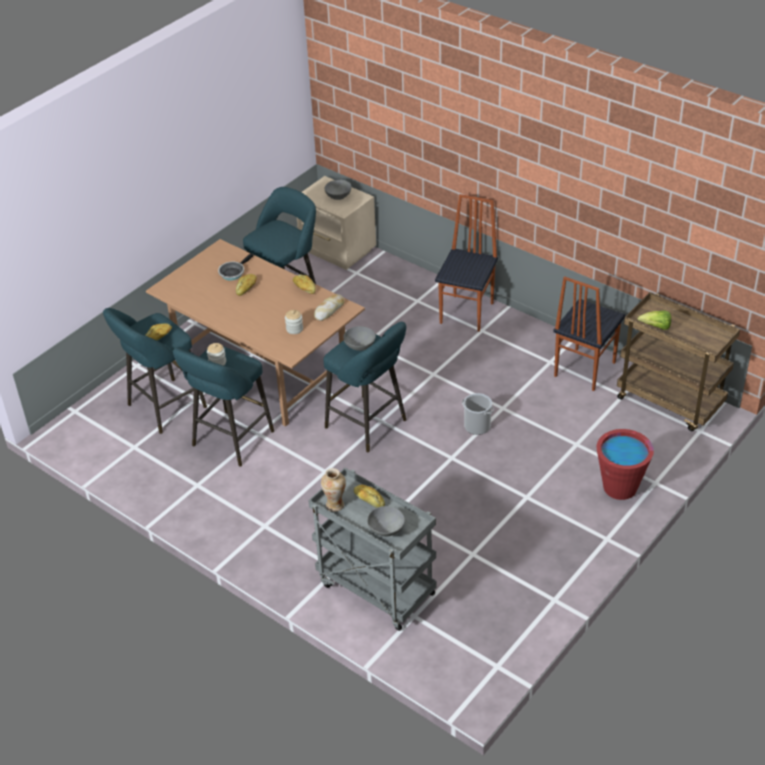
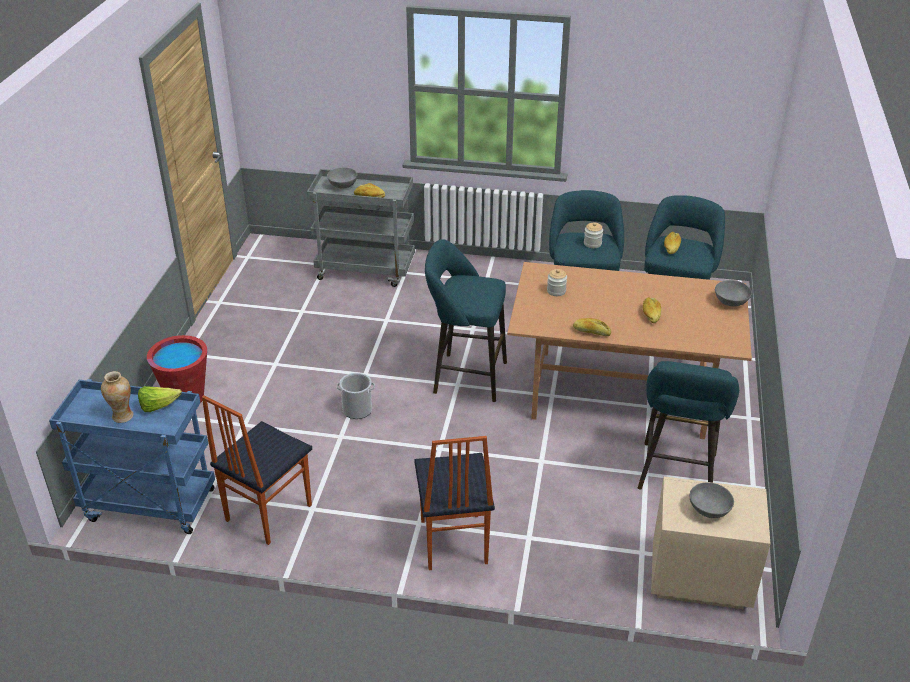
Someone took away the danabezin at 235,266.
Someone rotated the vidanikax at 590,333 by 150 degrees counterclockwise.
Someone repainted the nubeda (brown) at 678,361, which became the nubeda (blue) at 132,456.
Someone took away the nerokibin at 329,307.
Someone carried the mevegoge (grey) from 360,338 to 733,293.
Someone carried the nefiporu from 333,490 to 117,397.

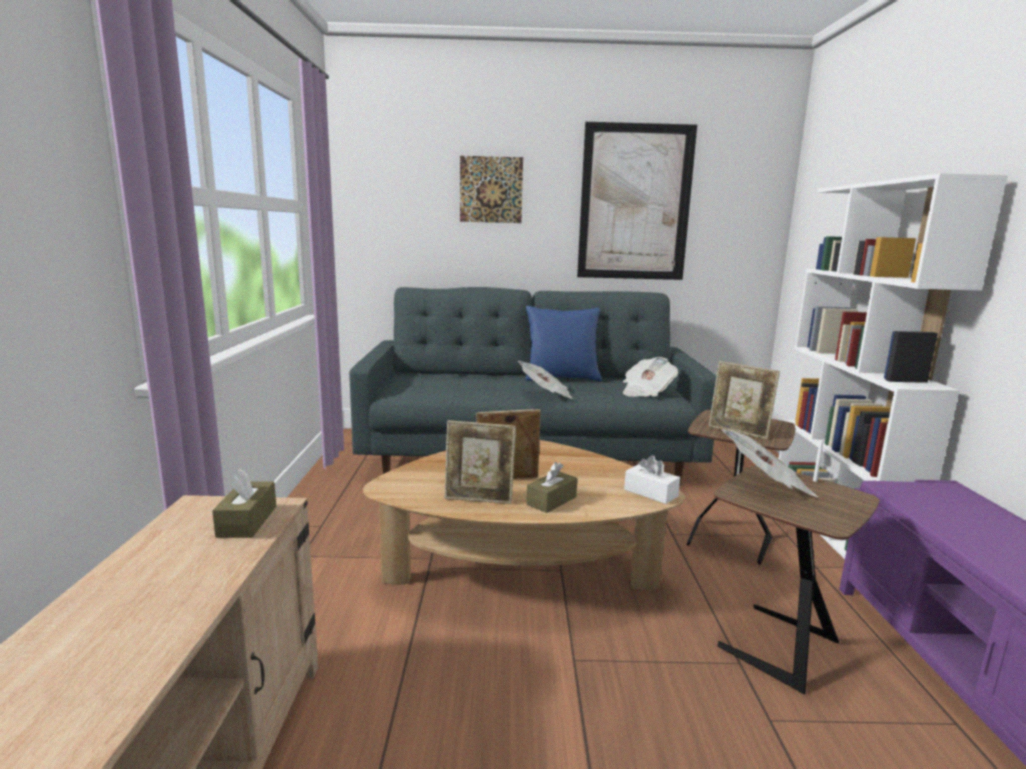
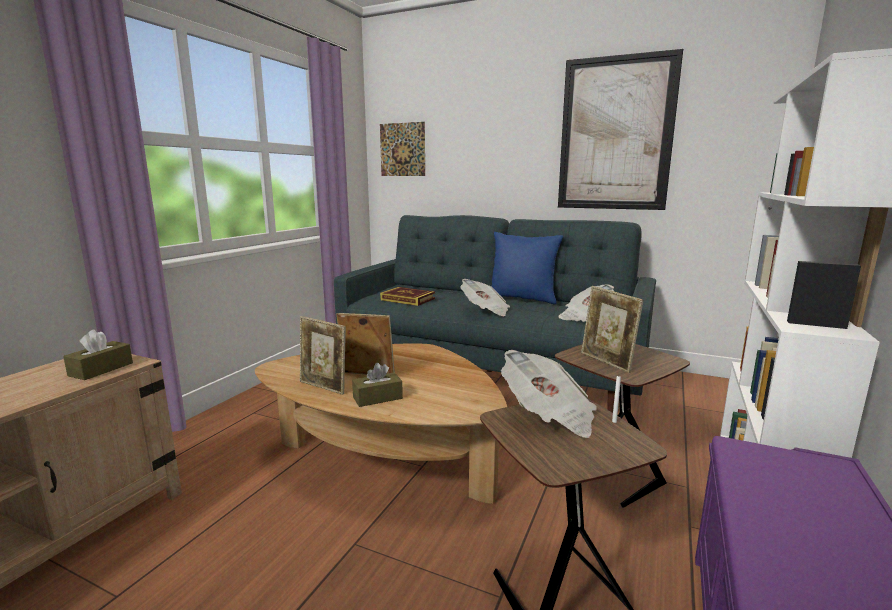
Someone carried the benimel from 491,189 to 402,149.
Someone took away the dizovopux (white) at 652,479.
Someone put down the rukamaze at 407,296.

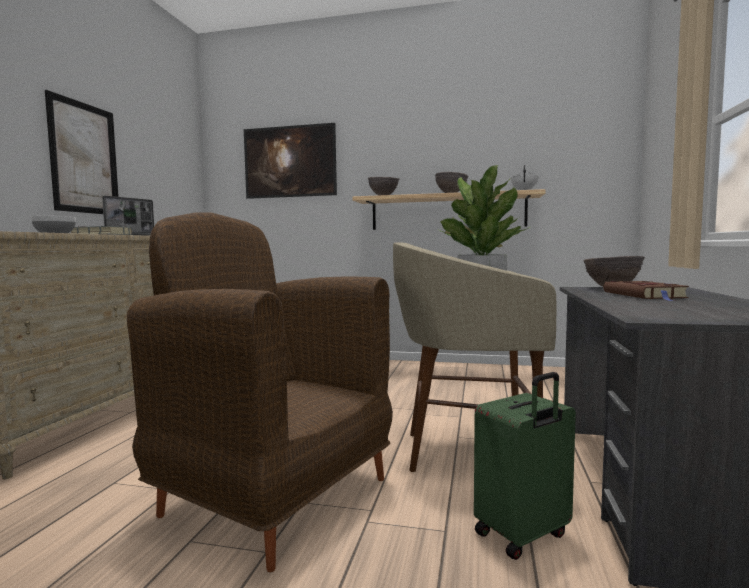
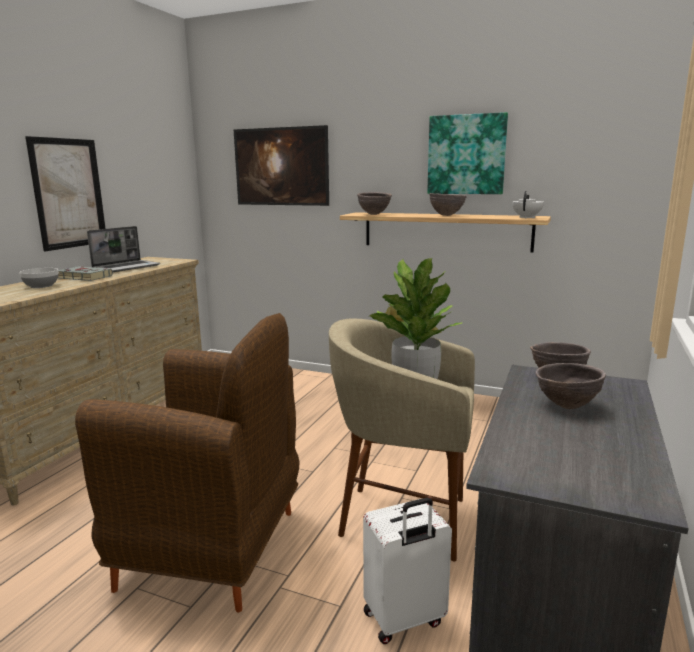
Someone rotated the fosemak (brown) at 260,392 by 150 degrees clockwise.
Someone swapped the rukamaze (brown) at 646,291 for the mevegoge (brown) at 571,386.
Someone repainted the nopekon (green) at 525,466, which became the nopekon (white) at 407,571.
Someone put up the benimel at 467,153.

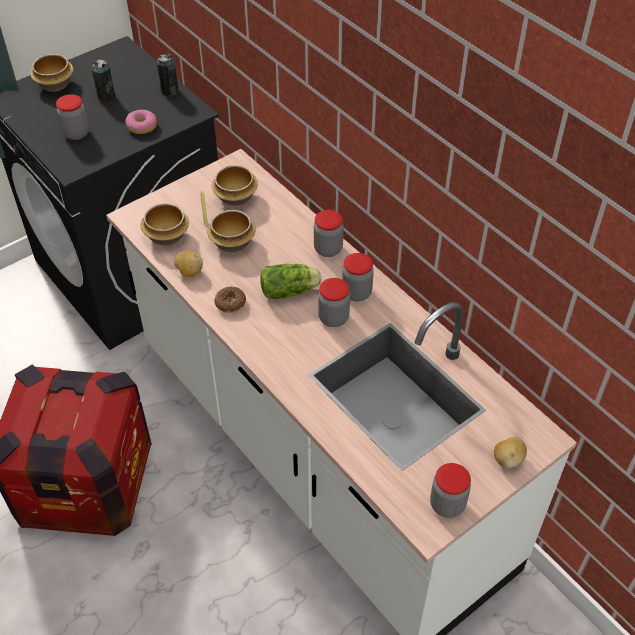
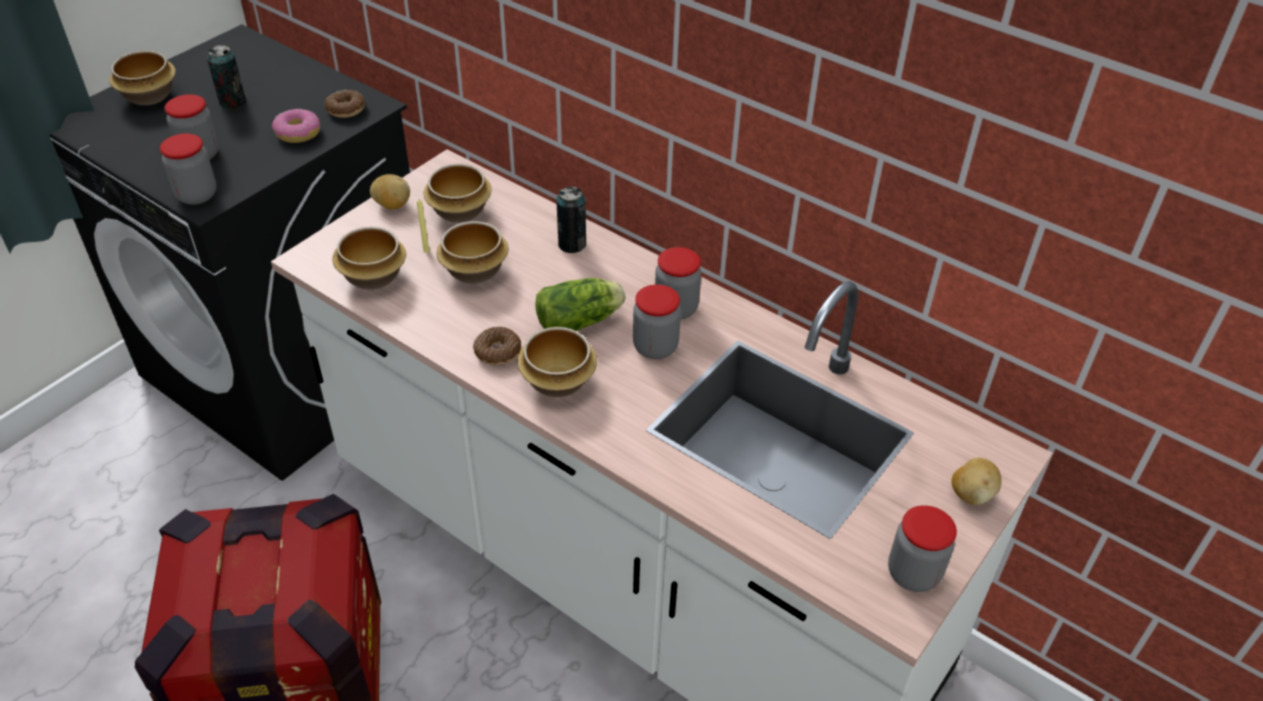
Someone carried the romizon from 167,74 to 571,220.
Someone carried the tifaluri from 329,233 to 188,169.
Someone carried the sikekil from 188,263 to 390,192.
Someone put down the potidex at 345,104.
Someone put down the mevegoge at 557,362.

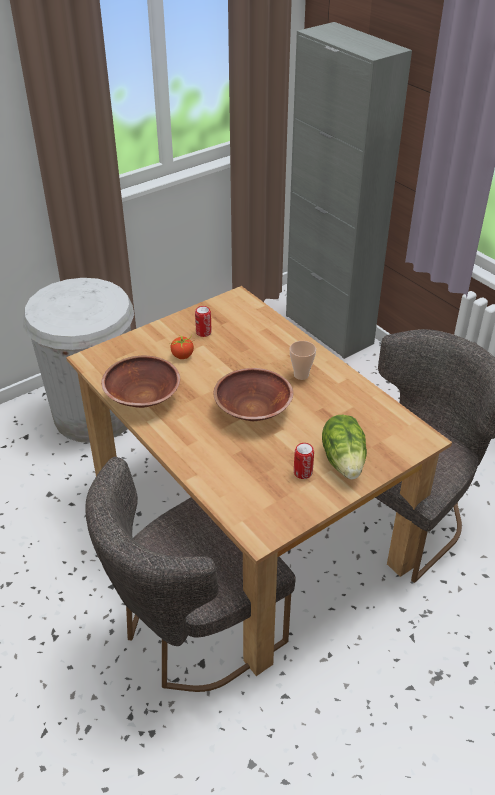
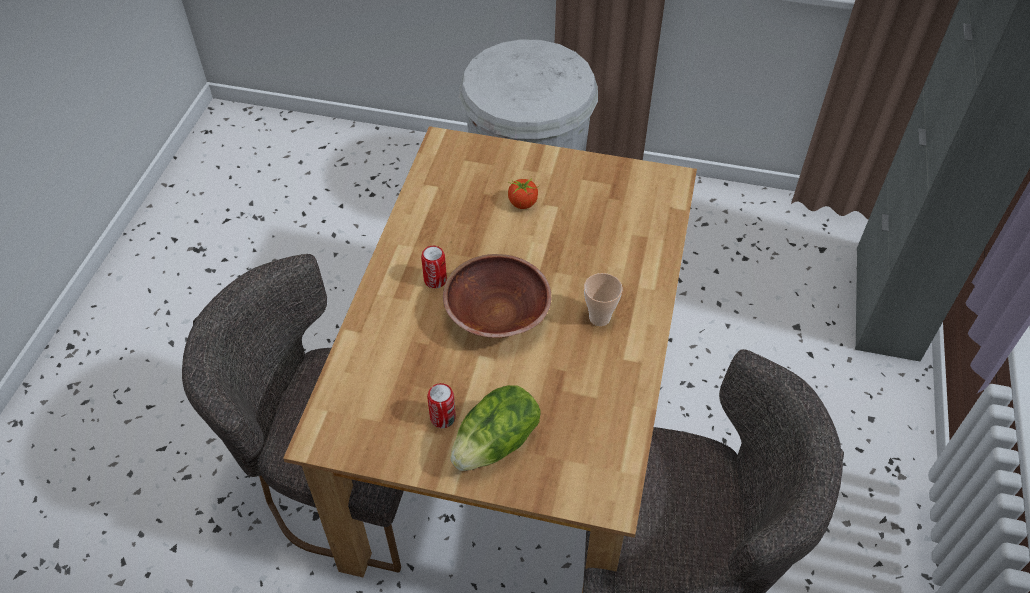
Someone carried the romizon from 203,321 to 434,267.
Someone took away the mevegoge (brown) at 140,382.

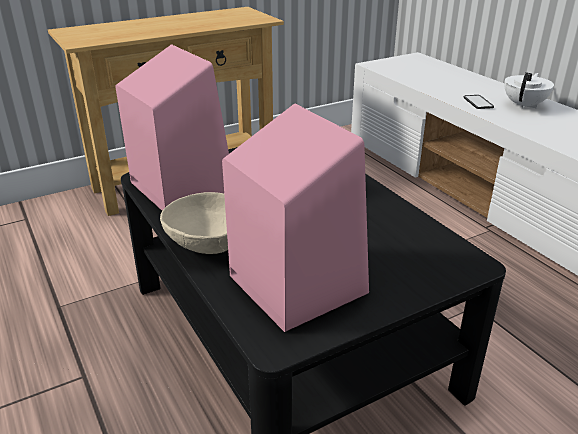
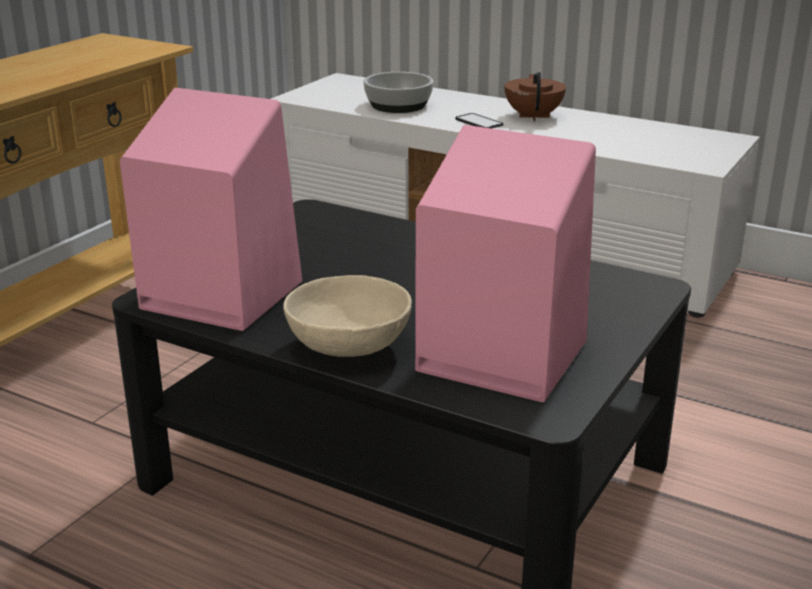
Someone repainted the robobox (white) at 529,90, which became the robobox (brown) at 535,96.
Someone put down the mevegoge at 398,92.

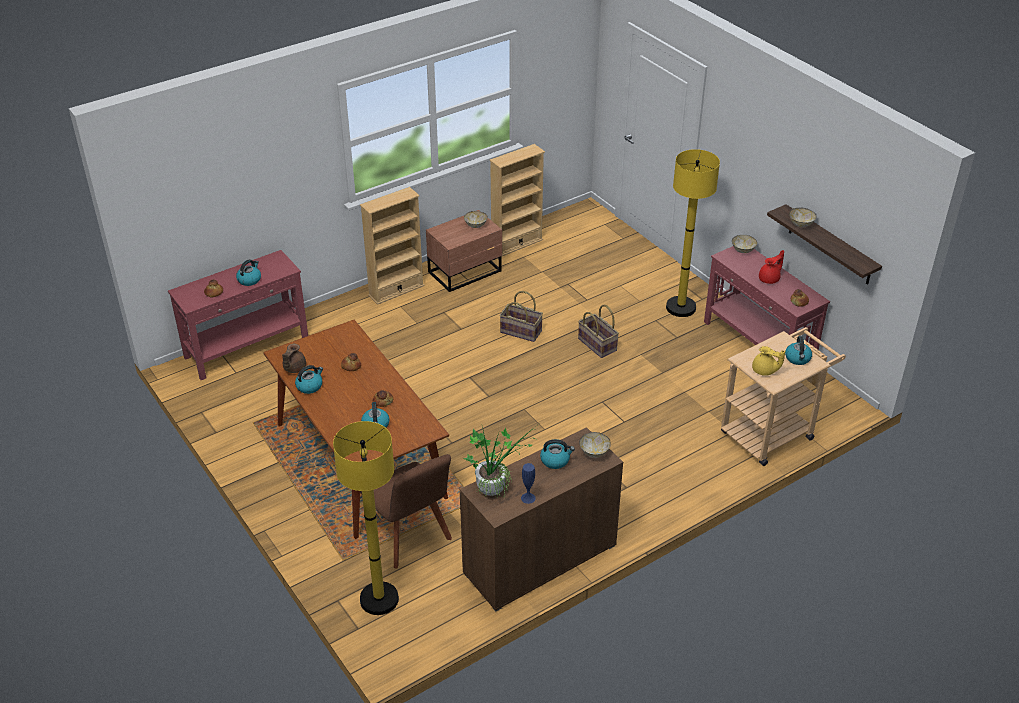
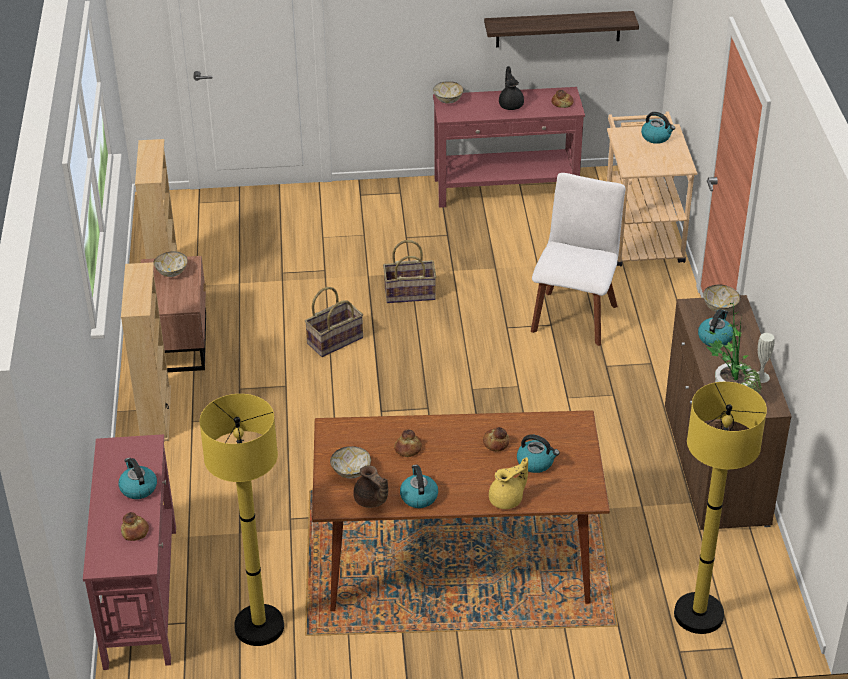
Someone carried the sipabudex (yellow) from 693,233 to 242,520.
Someone carried the mevegoge from 803,217 to 350,462.
Someone repainted the robobox (red) at 771,267, which became the robobox (black) at 511,88.
Someone carried the robobox (yellow) from 768,361 to 508,483.
Someone took away the vidanikax (brown) at 406,511.
Someone repainted the nefiporu (blue) at 528,483, which became the nefiporu (white) at 765,358.
Someone put down the vidanikax (white) at 578,259.

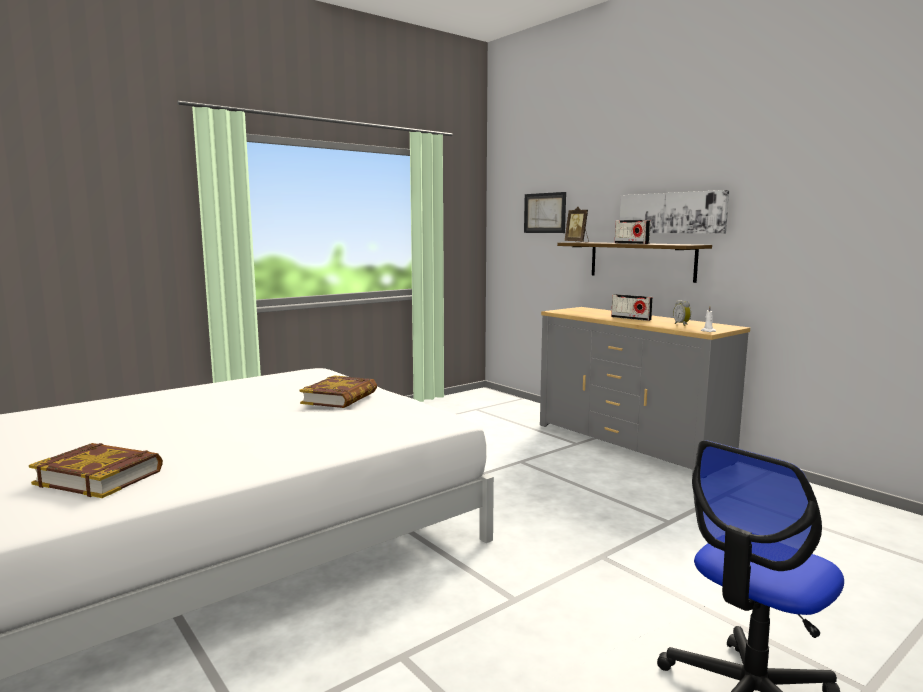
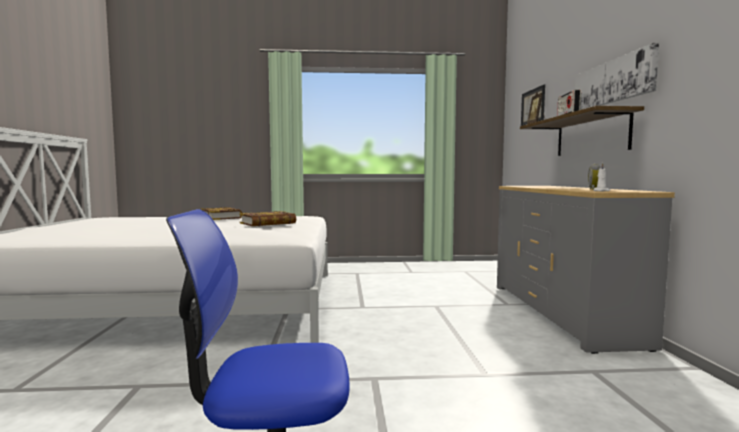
Someone took away the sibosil at 632,307.
Someone carried the rukamaze from 96,470 to 221,213.

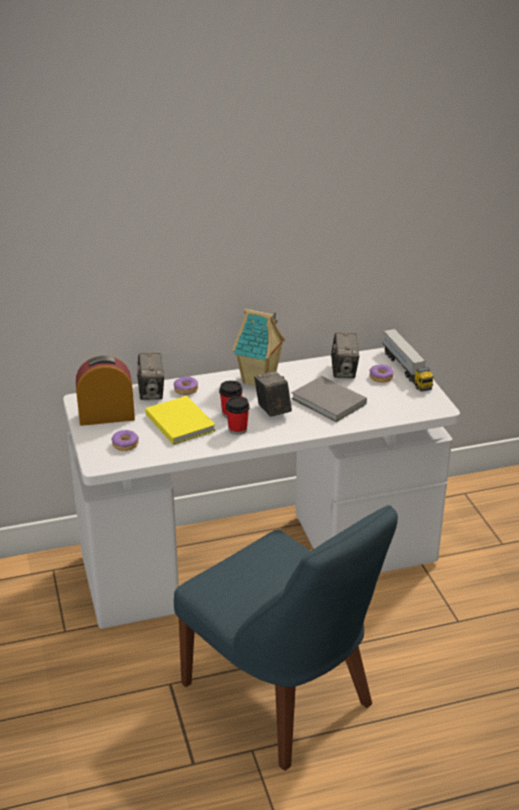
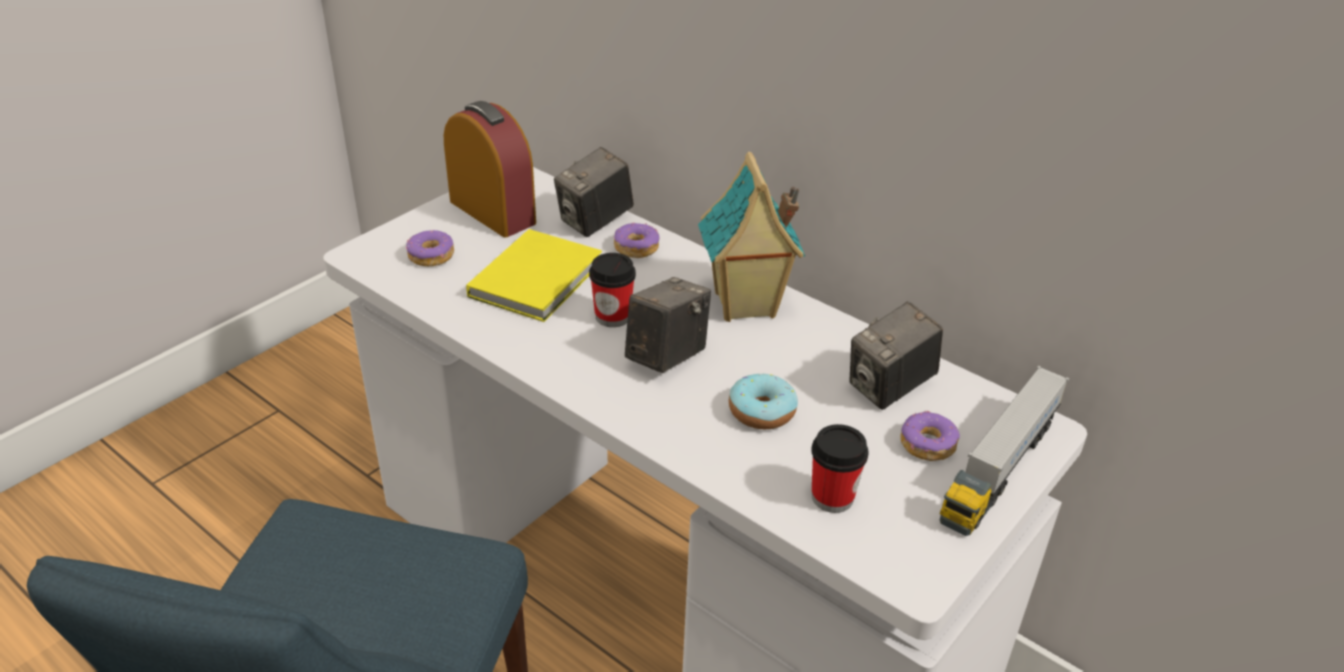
Someone swapped the rukamaze (grey) at 329,399 for the potidex at 763,401.
Someone carried the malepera from 238,415 to 840,468.

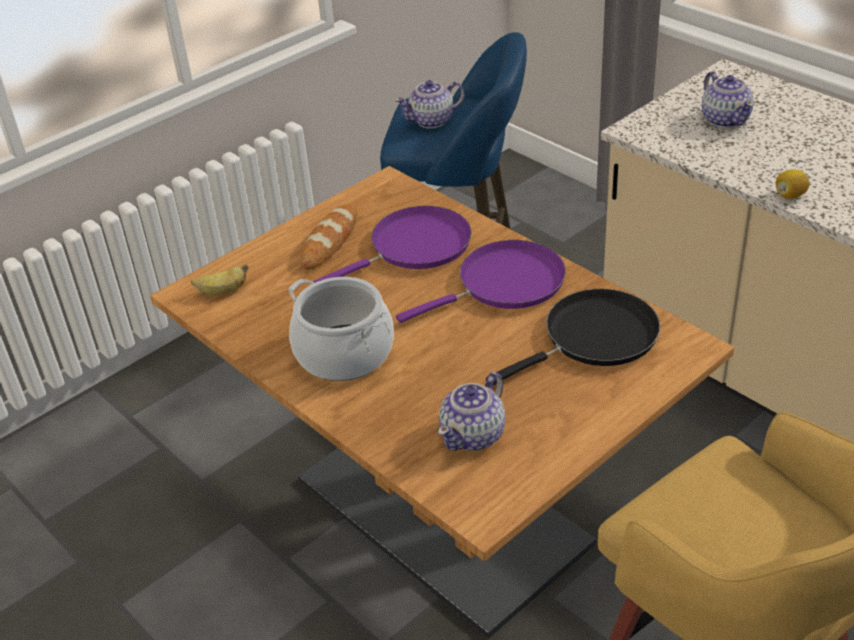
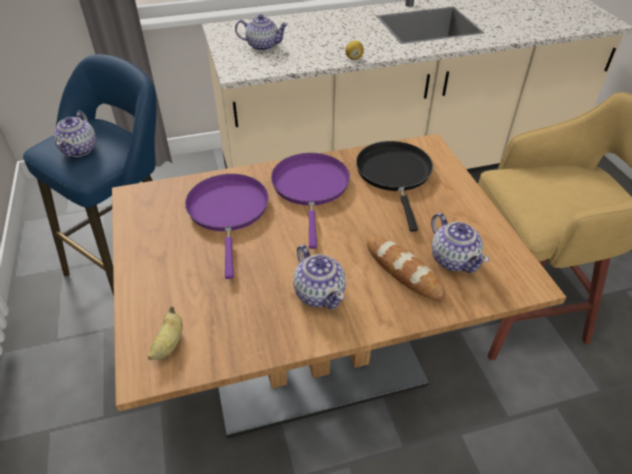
Someone carried the nerokibin from 329,237 to 406,269.
Someone swapped the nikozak at 341,329 for the robobox at 319,277.

